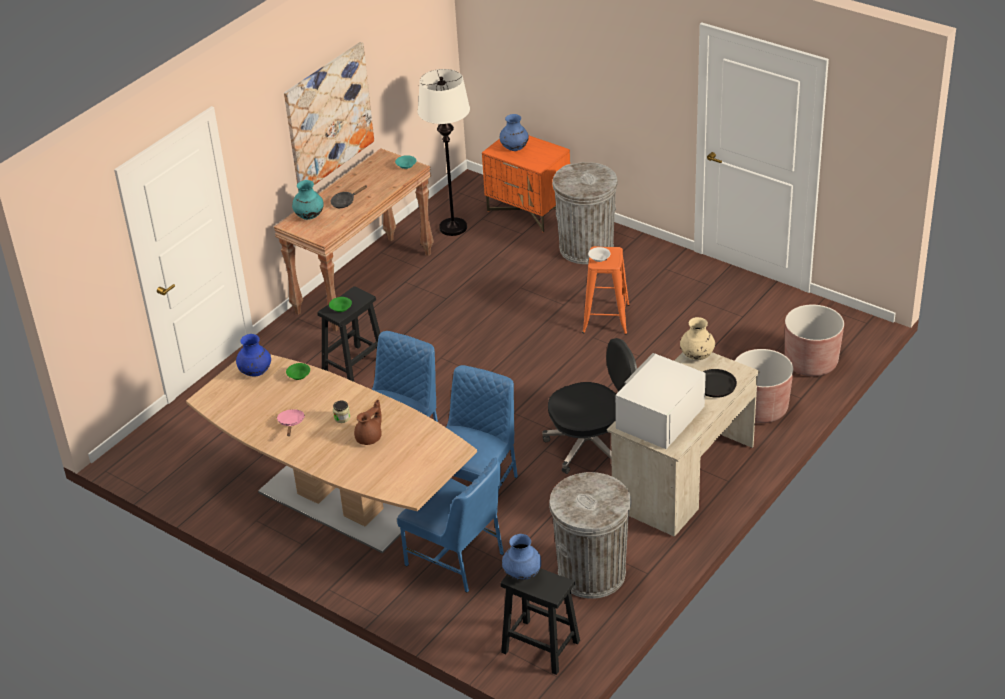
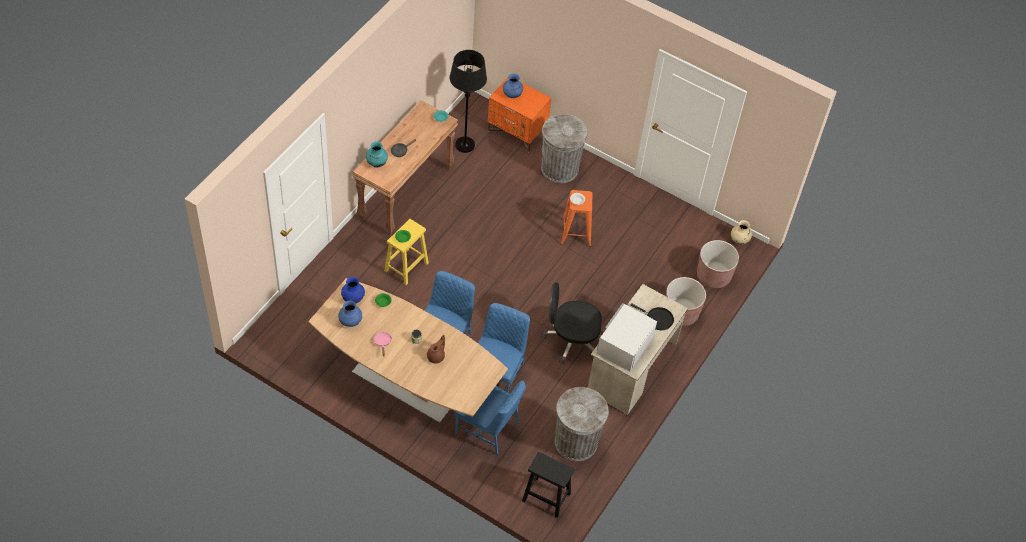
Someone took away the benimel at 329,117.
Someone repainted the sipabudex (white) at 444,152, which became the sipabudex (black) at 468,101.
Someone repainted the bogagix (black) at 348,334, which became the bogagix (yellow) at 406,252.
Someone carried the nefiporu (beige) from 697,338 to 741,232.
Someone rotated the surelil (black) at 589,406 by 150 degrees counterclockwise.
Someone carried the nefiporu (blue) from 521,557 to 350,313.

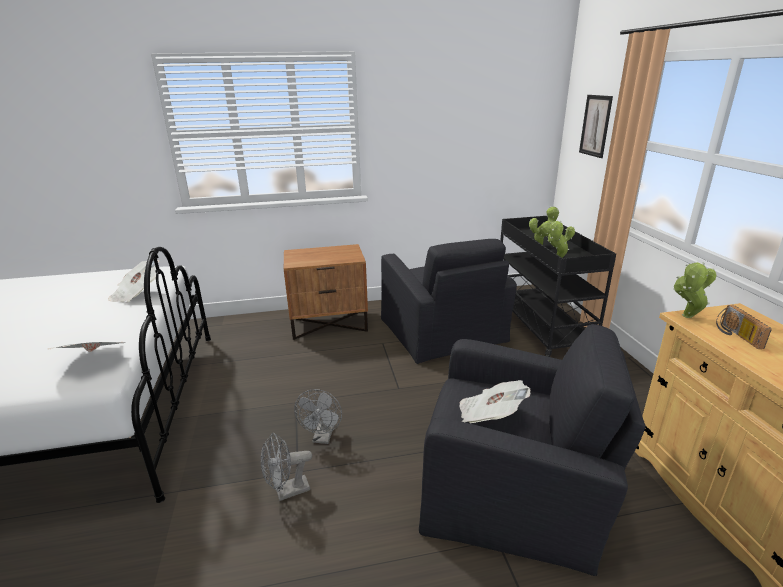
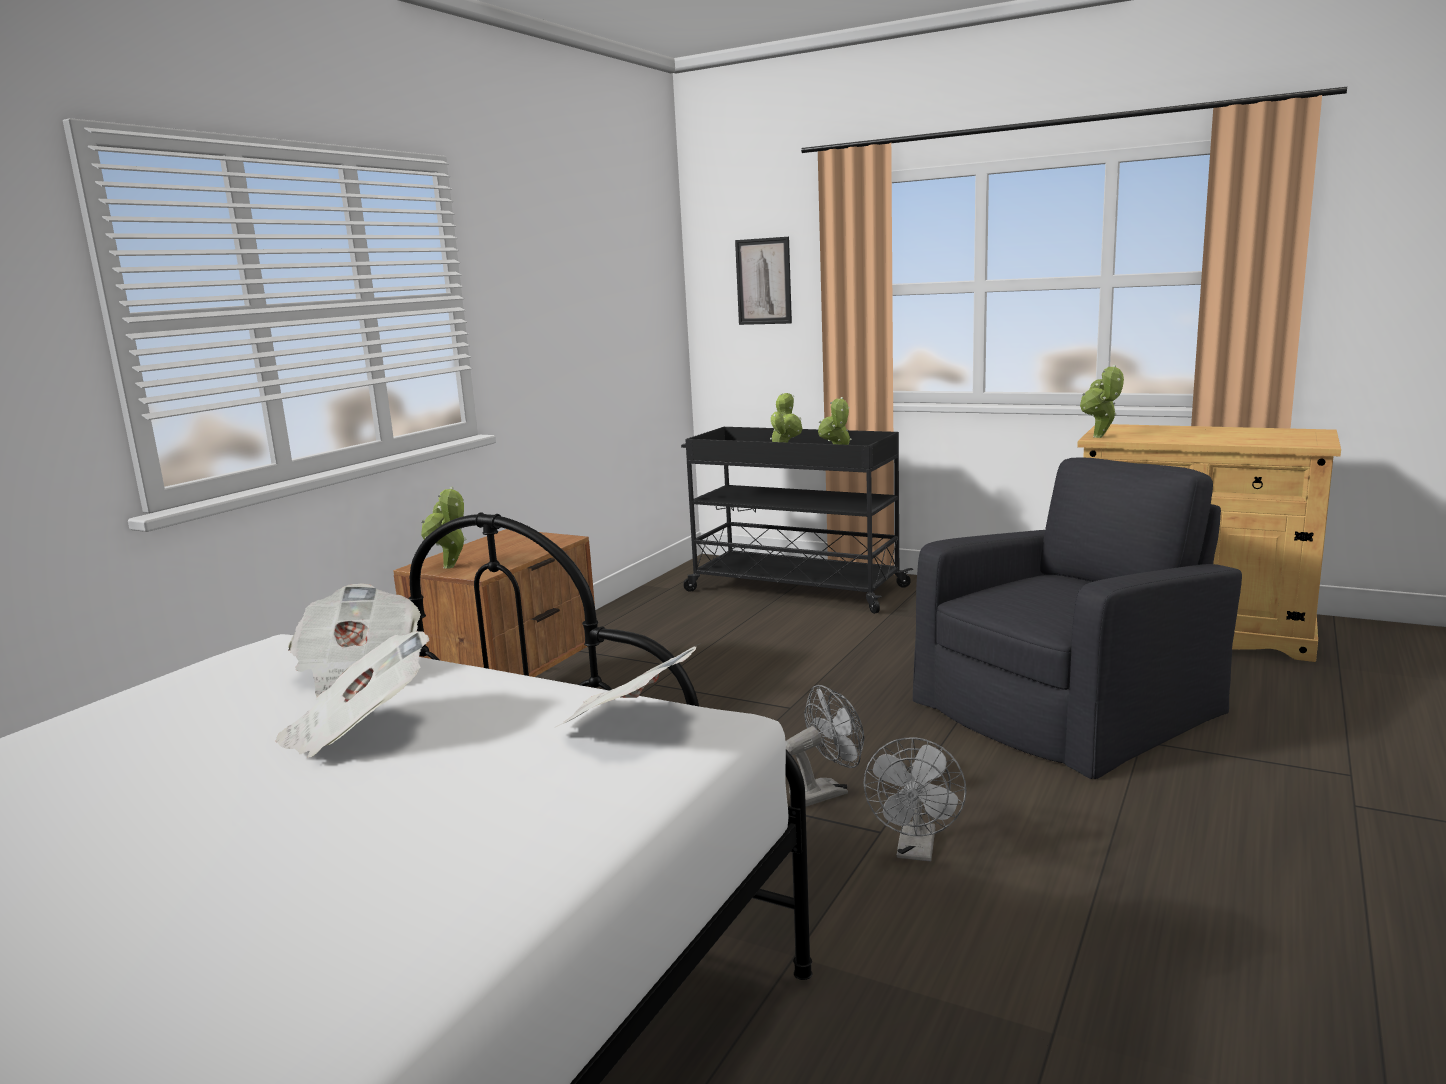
Someone took away the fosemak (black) at 449,301.
Someone took away the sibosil at 744,327.
Someone carried the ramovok from 494,401 to 352,694.
Someone rotated the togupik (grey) at 318,416 by 75 degrees counterclockwise.
Someone put down the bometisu at 444,528.

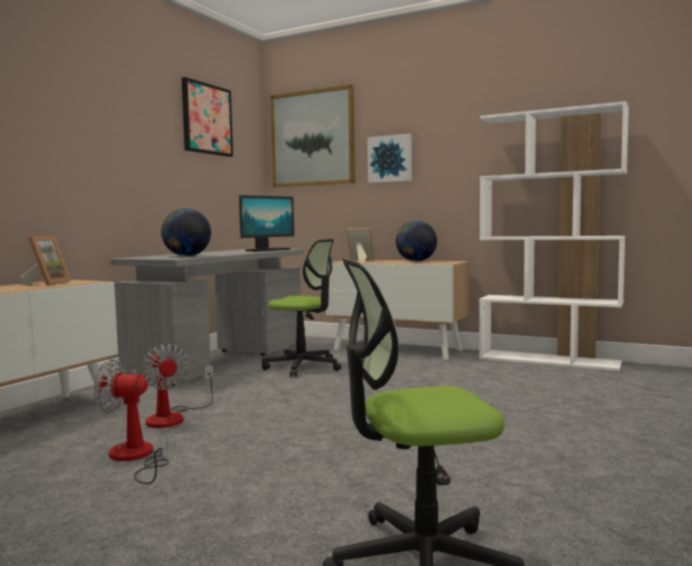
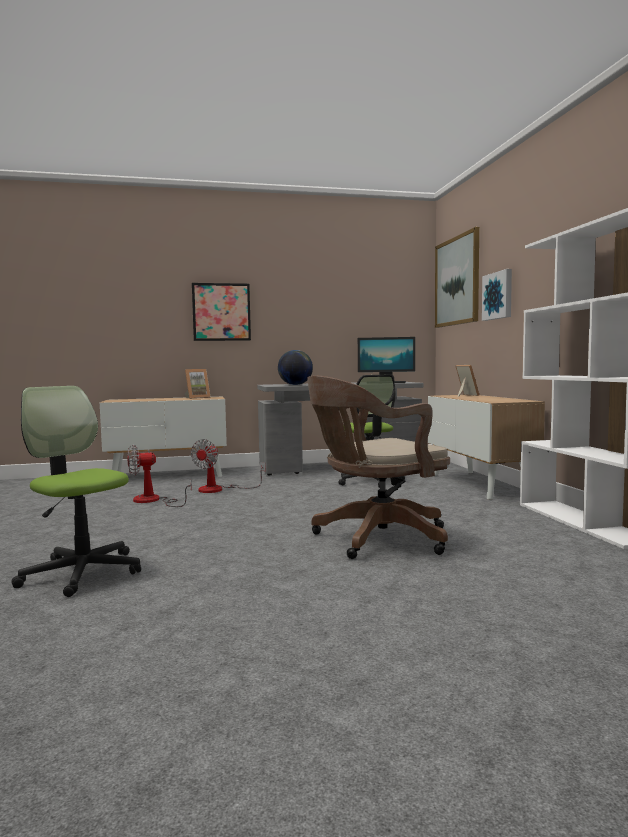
Someone carried the benimel from 207,117 to 221,312.
Someone took away the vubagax at 416,241.
Someone rotated the togupik at 131,421 by 75 degrees counterclockwise.
Someone put down the surelil (brown) at 378,467.

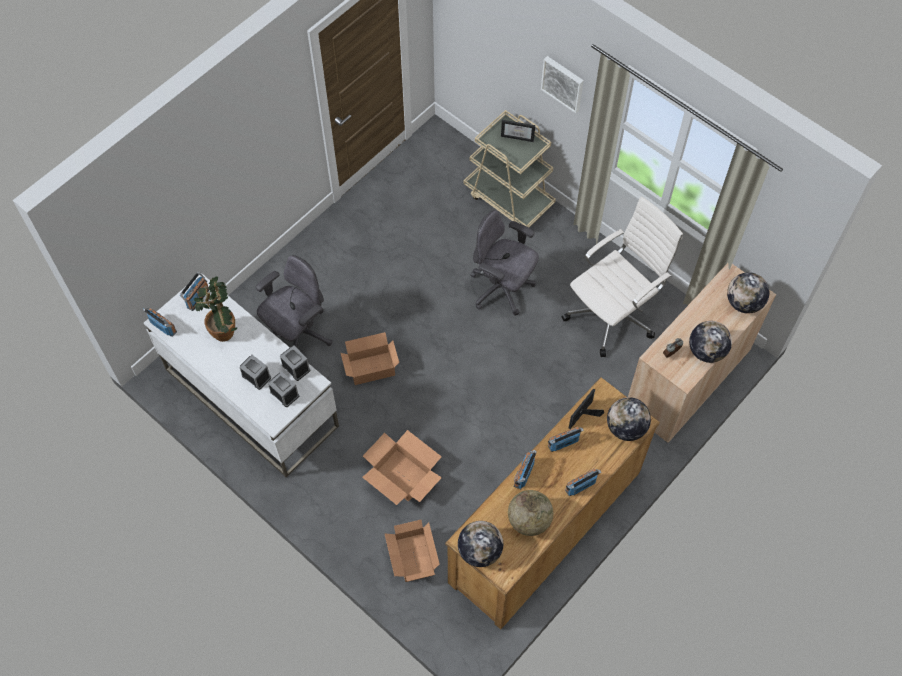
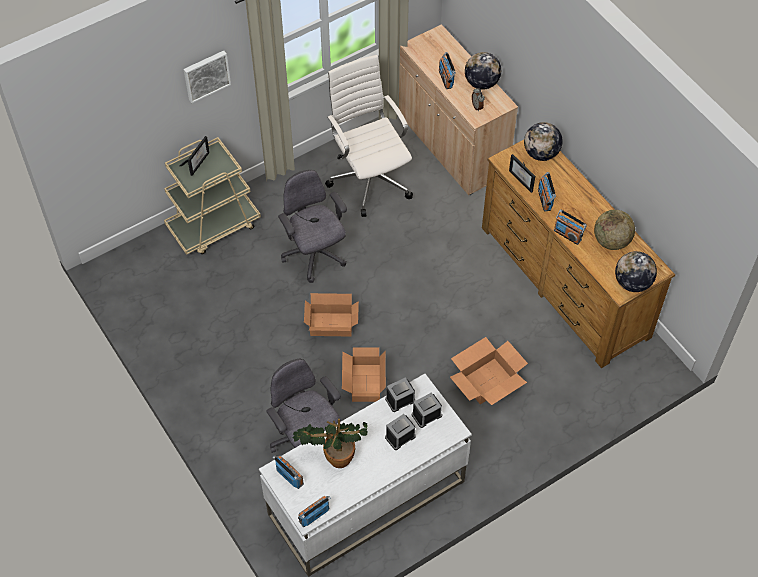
Someone rotated the surelil (grey) at 504,263 by 105 degrees clockwise.
Someone took away the vubagax at 748,293.
Someone carried the sibosil from 583,482 to 447,70.
Someone carried the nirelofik from 412,551 to 331,315.

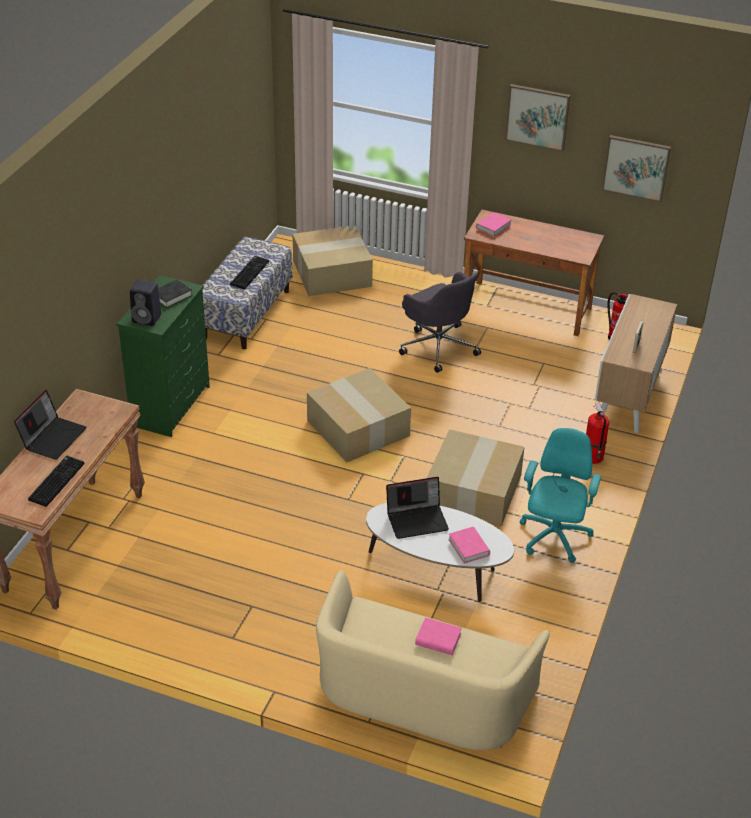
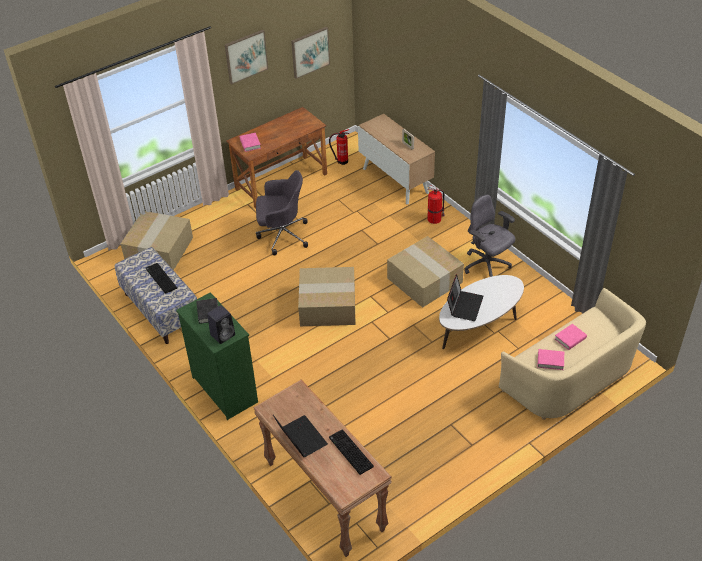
Someone repainted the surelil (turquoise) at 560,495, which became the surelil (grey) at 490,235.
Someone carried the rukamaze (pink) from 469,545 to 550,359.

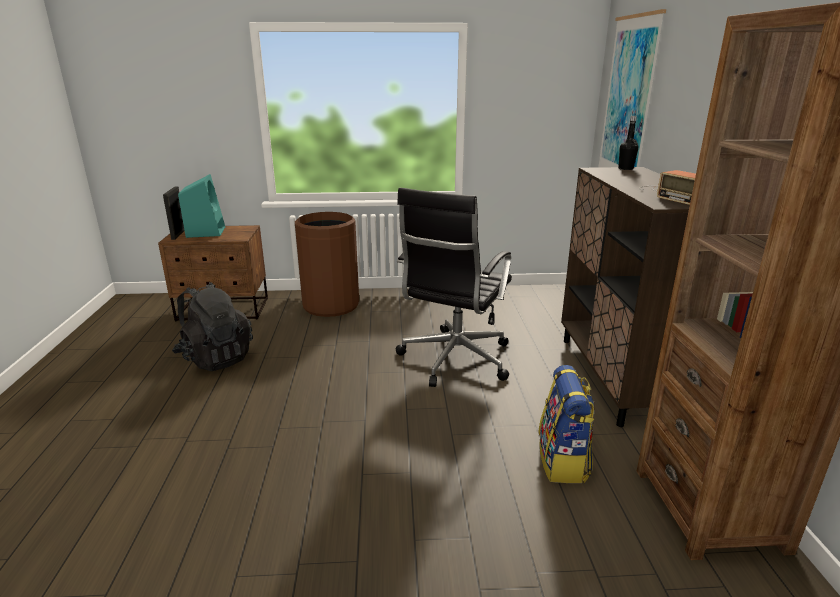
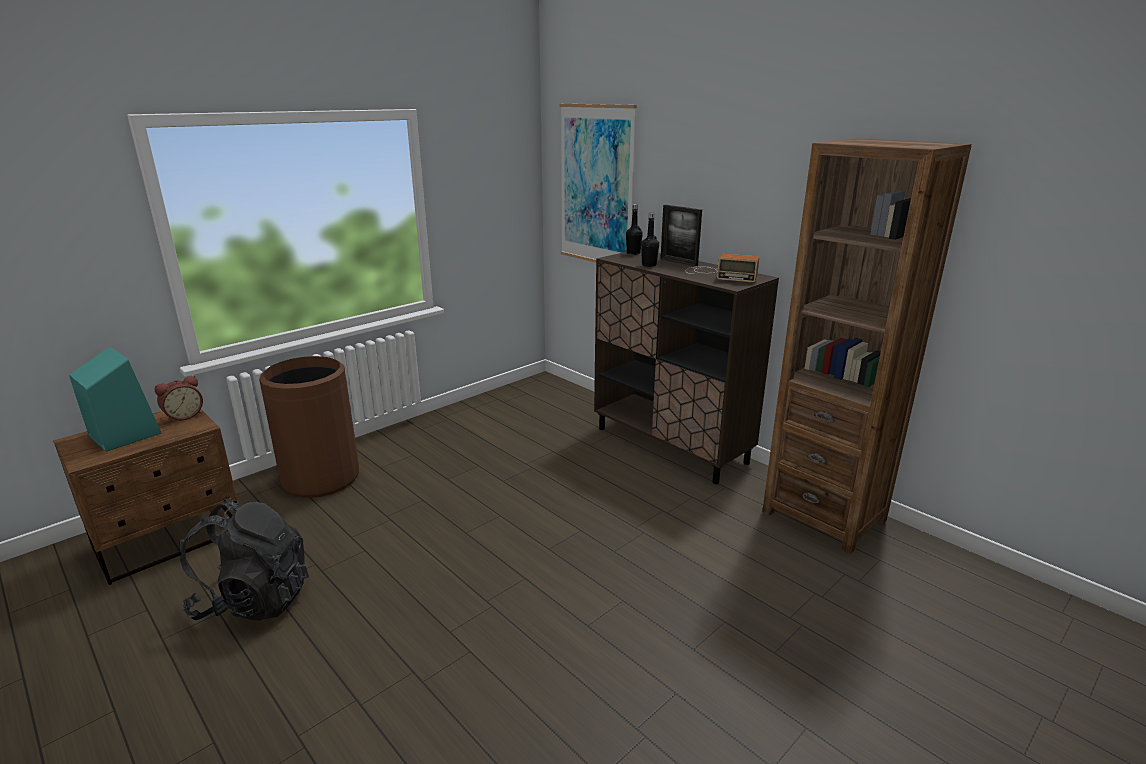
Someone carried the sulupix from 174,213 to 681,235.
Someone took away the surelil (black) at 454,287.
Someone took away the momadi at 566,424.
Someone put down the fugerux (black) at 650,240.
Someone put down the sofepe at 178,399.

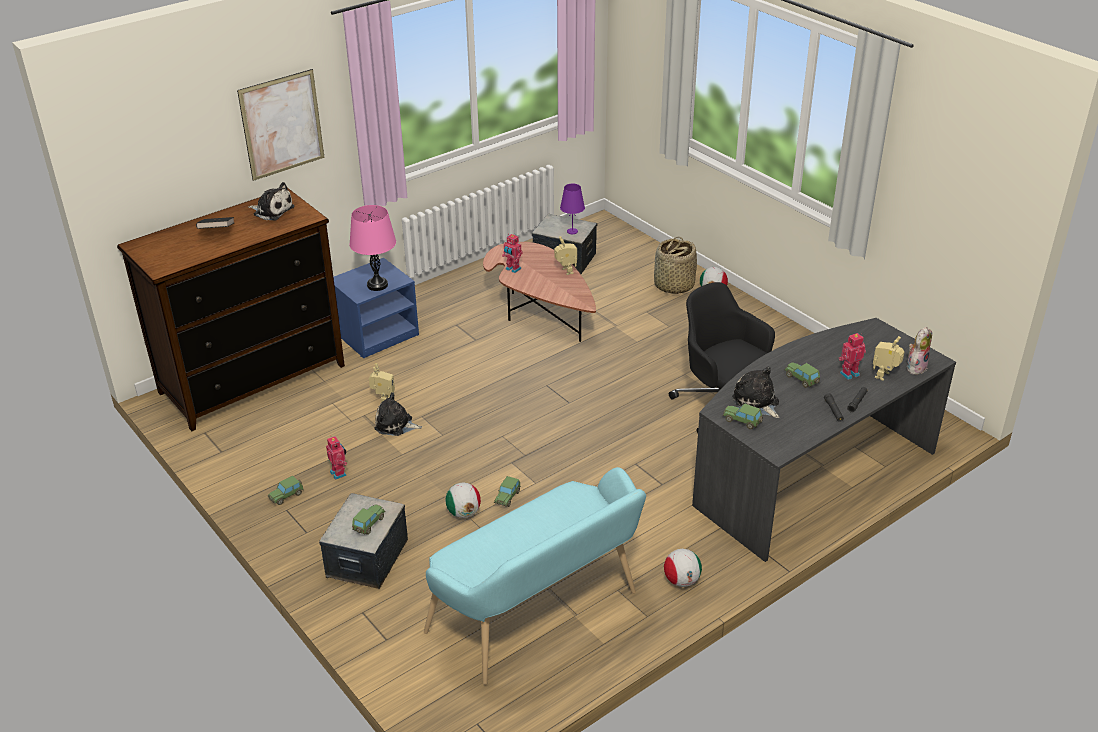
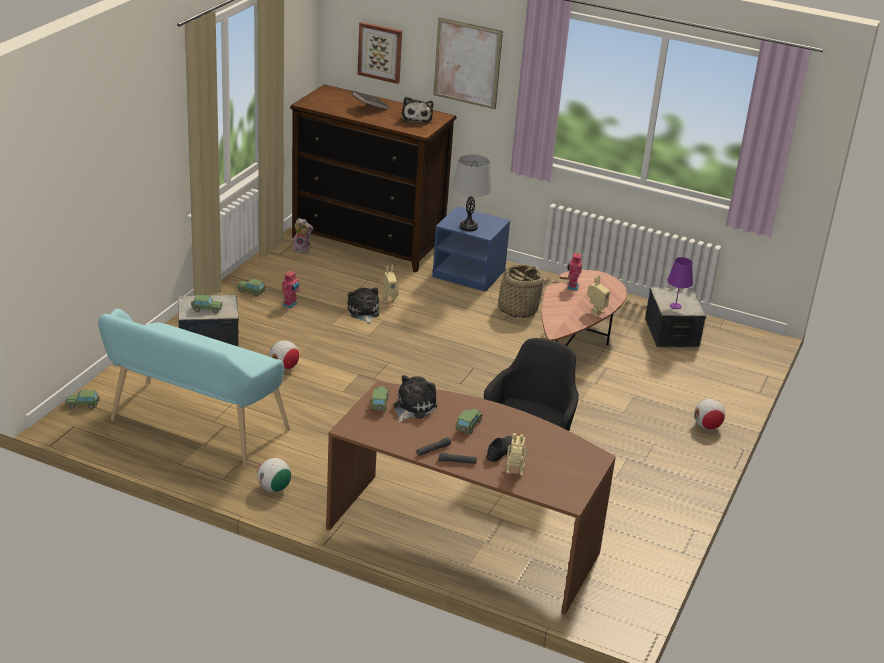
Someone repainted the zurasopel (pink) at 373,248, which became the zurasopel (grey) at 472,193.
Someone carried the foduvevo from 675,265 to 518,291.
Someone repainted the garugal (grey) at 824,440, which became the garugal (brown) at 471,498.
Someone carried the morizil from 919,351 to 303,235.
Someone swapped the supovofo at 852,356 for the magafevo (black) at 500,449.
Someone carried the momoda from 507,491 to 83,399.
Someone put up the benimel at 379,53.

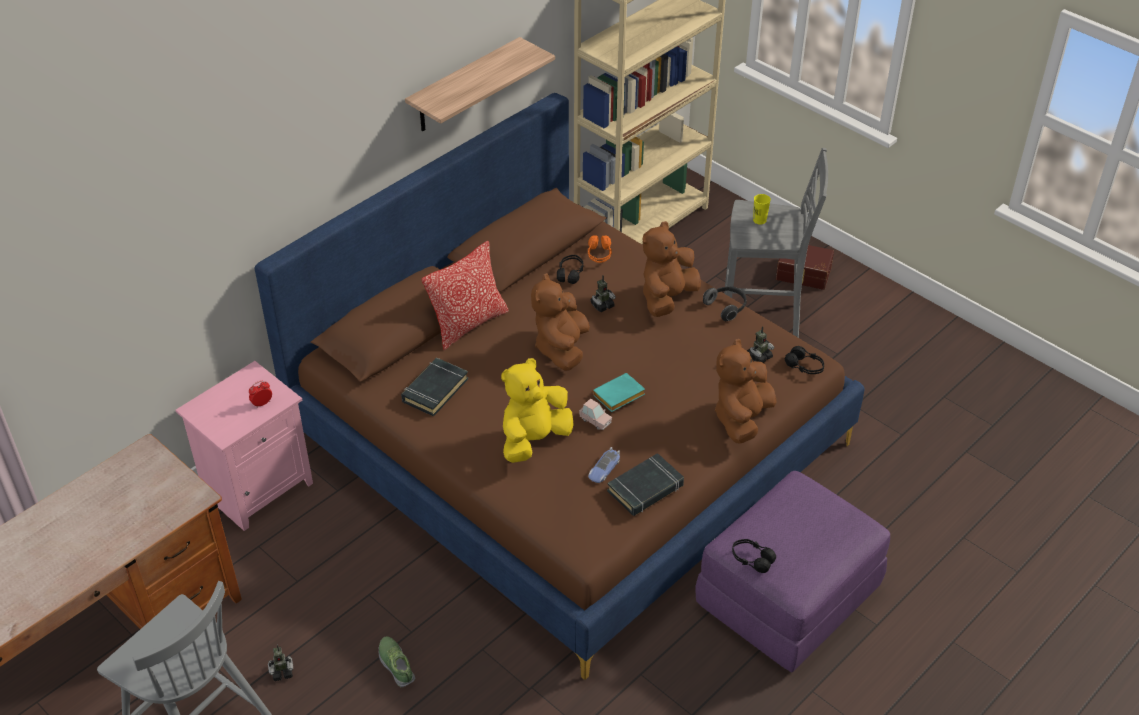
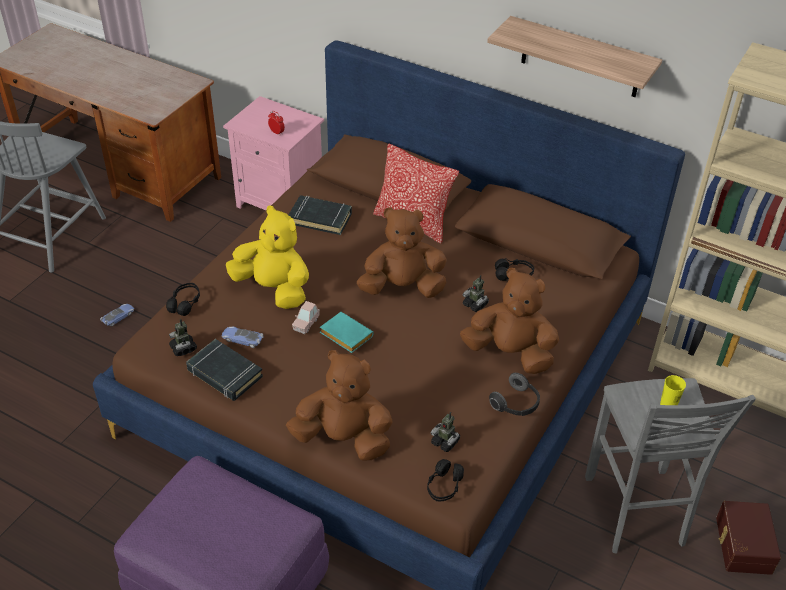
Someone took away the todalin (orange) at 600,249.
Someone carried the todalin (black) from 754,556 to 183,299.
Someone swapped the magafevo at 397,661 for the momoda at 117,315.
Someone carried the supovofo from 280,663 to 183,337.

